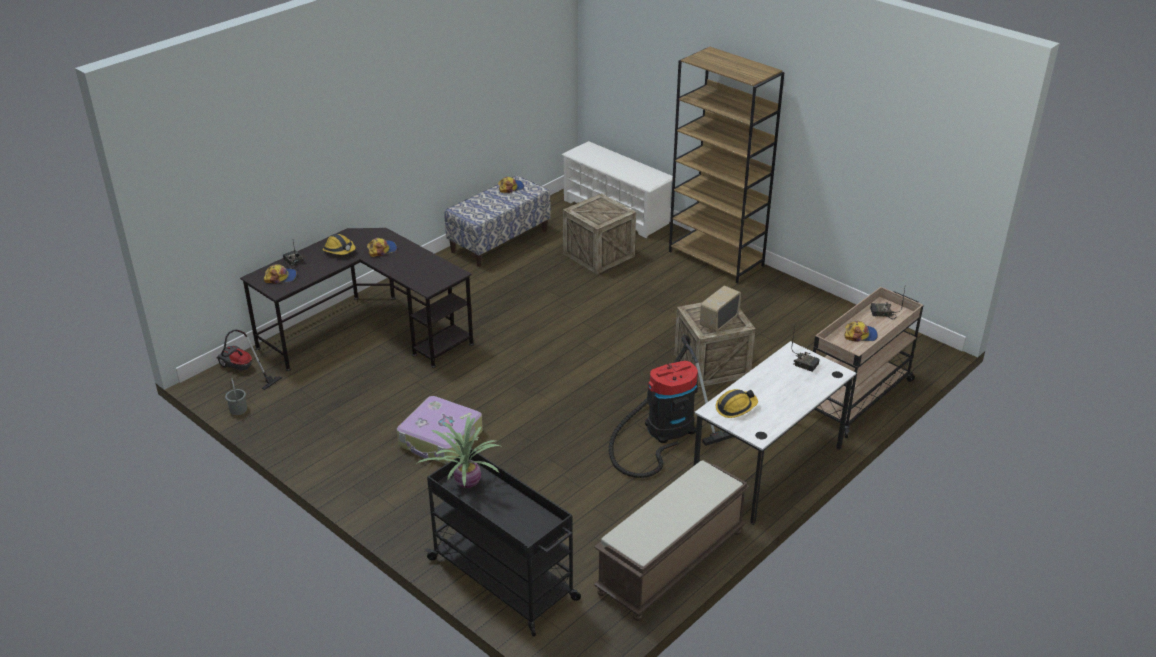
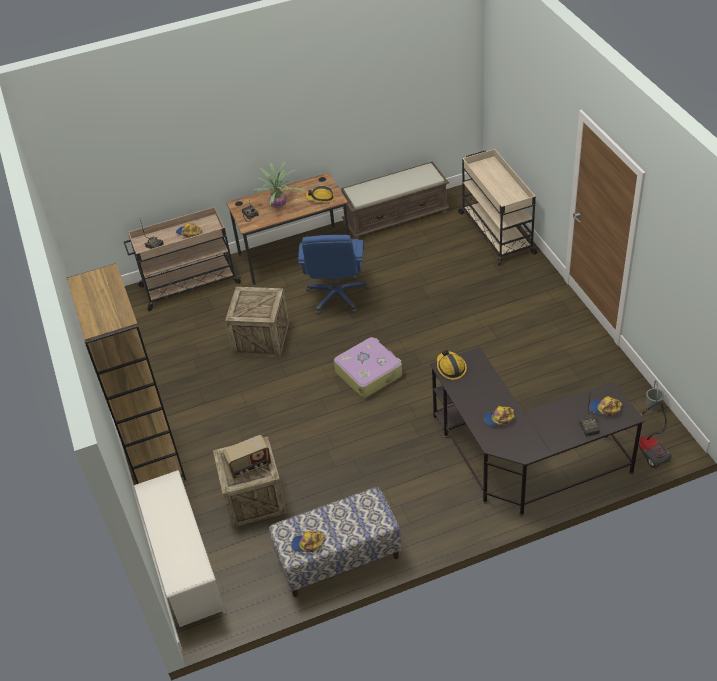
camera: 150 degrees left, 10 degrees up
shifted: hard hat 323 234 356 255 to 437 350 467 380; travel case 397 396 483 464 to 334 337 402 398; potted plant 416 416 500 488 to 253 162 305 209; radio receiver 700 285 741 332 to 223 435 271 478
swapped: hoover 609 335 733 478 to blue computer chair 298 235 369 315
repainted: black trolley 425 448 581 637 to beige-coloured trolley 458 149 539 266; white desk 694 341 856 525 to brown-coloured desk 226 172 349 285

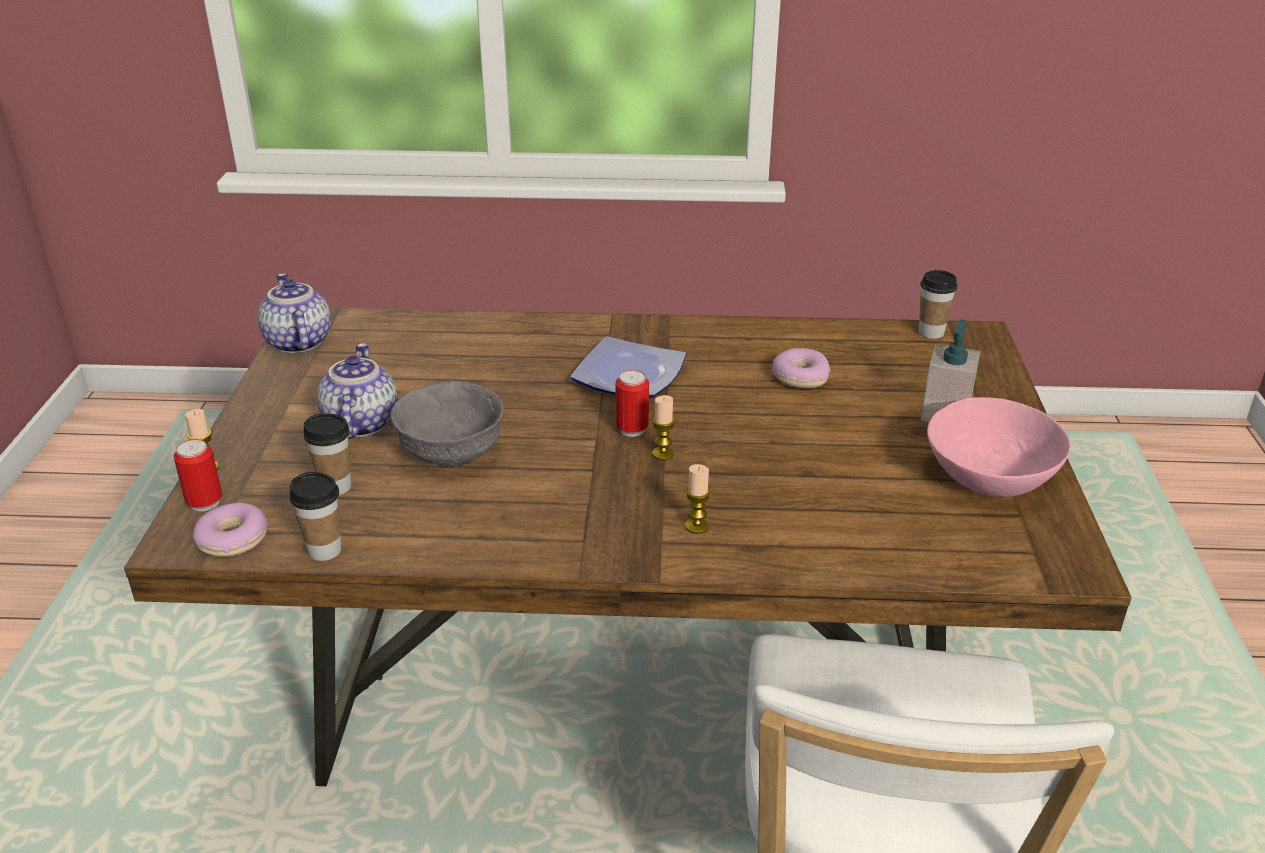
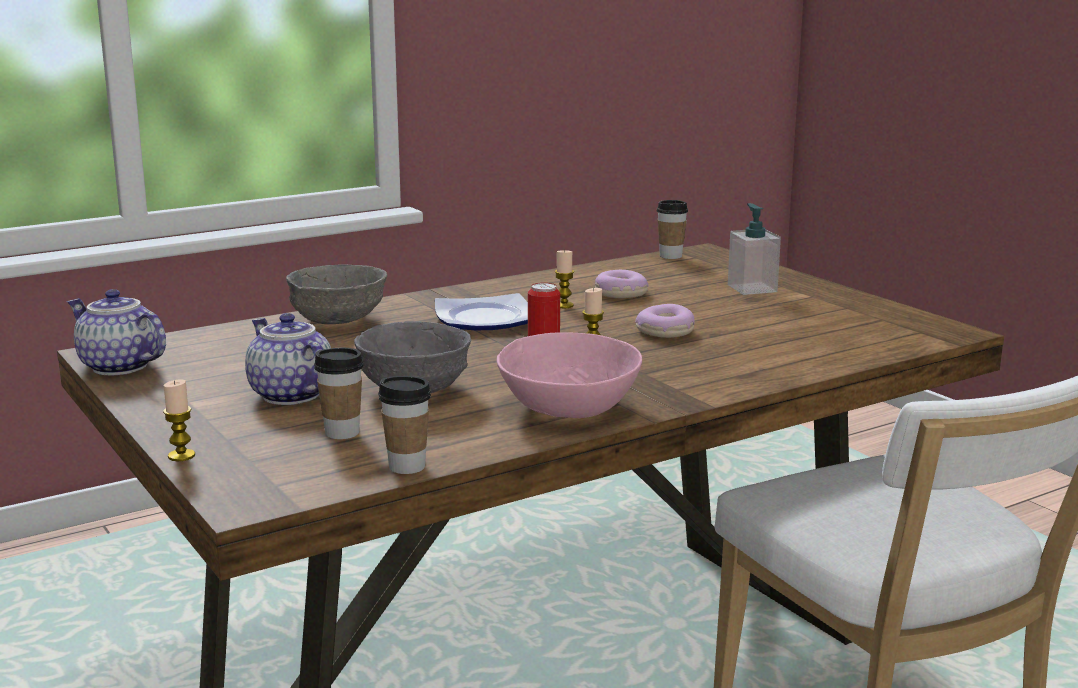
camera: 35 degrees left, 15 degrees down
gone: can 174 439 222 511
new: gray bowl 286 264 387 324
shifted: donut 193 503 267 557 to 635 304 695 338; wax candle 685 464 711 534 to 555 250 574 308; pink-coloured bowl 927 397 1071 497 to 496 332 642 418

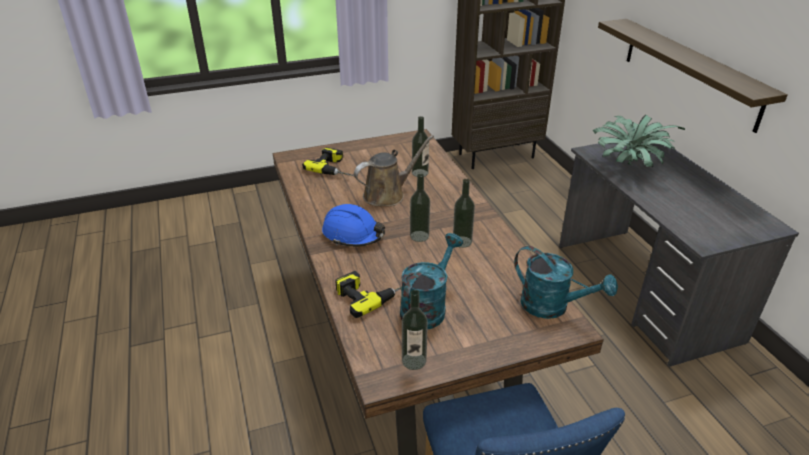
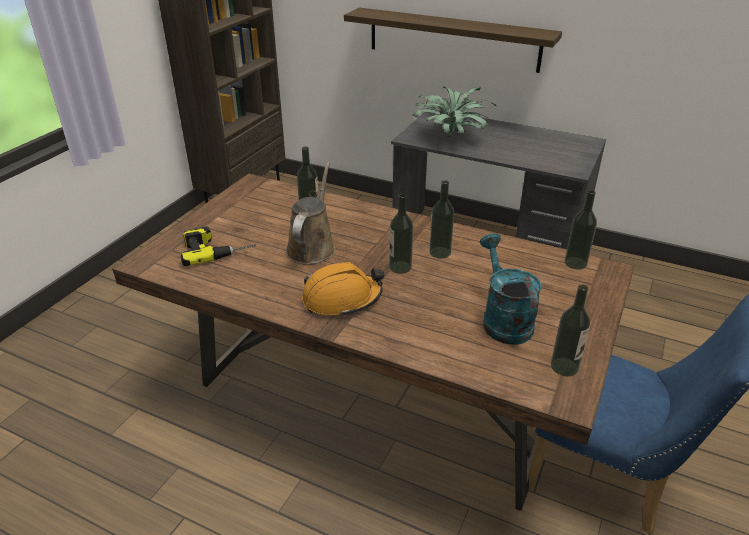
camera: 45 degrees left, 0 degrees up
gone: drill 335 271 402 318
swapped: turquoise watering pot 514 246 618 319 to beverage bottle 565 190 597 270
repainted: blue hard hat 322 204 385 247 to orange-coloured hard hat 302 262 384 317

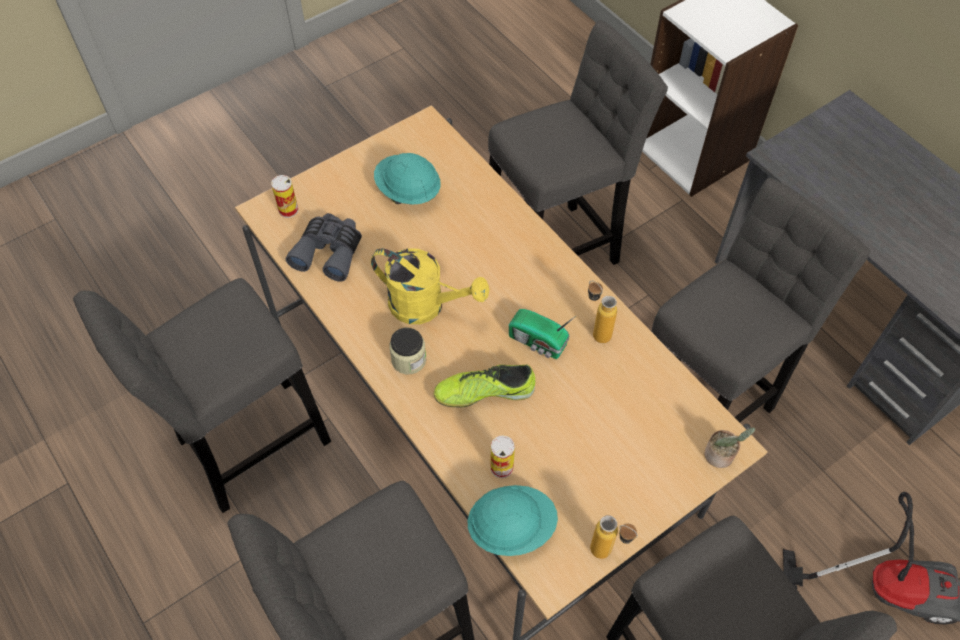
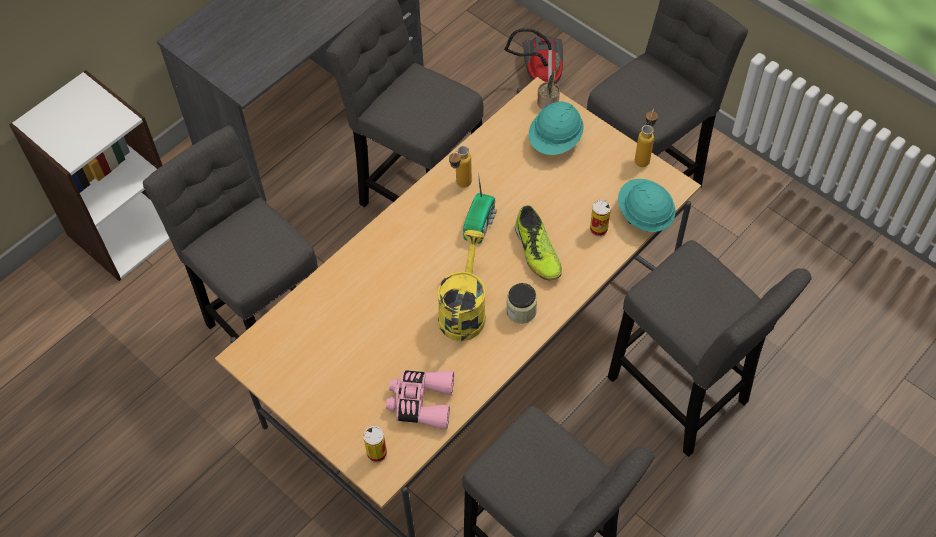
camera: 100 degrees left, 0 degrees up
shifted: turquoise hard hat 374 153 441 204 to 529 101 584 155
repainted: gray field glasses 286 213 362 282 to pink-coloured field glasses 386 370 454 429

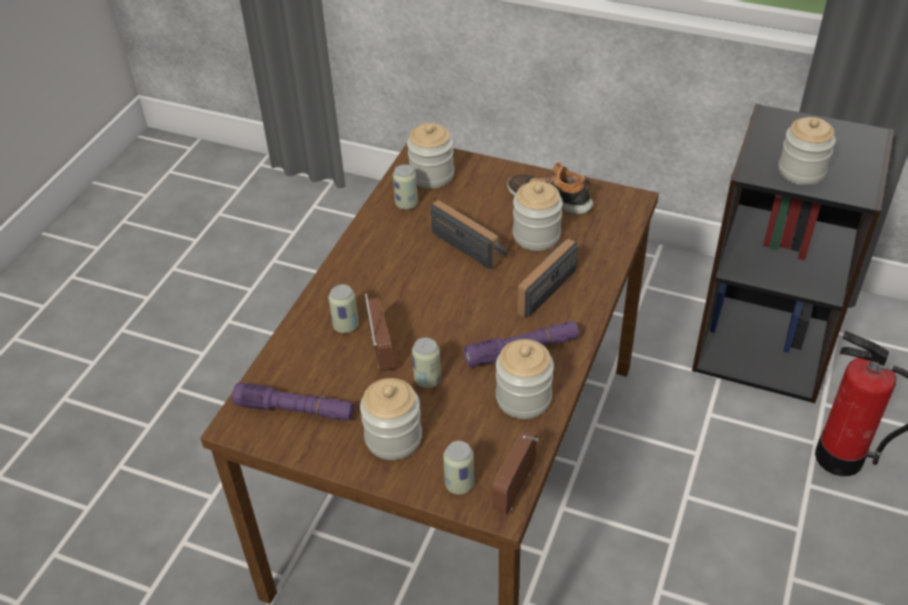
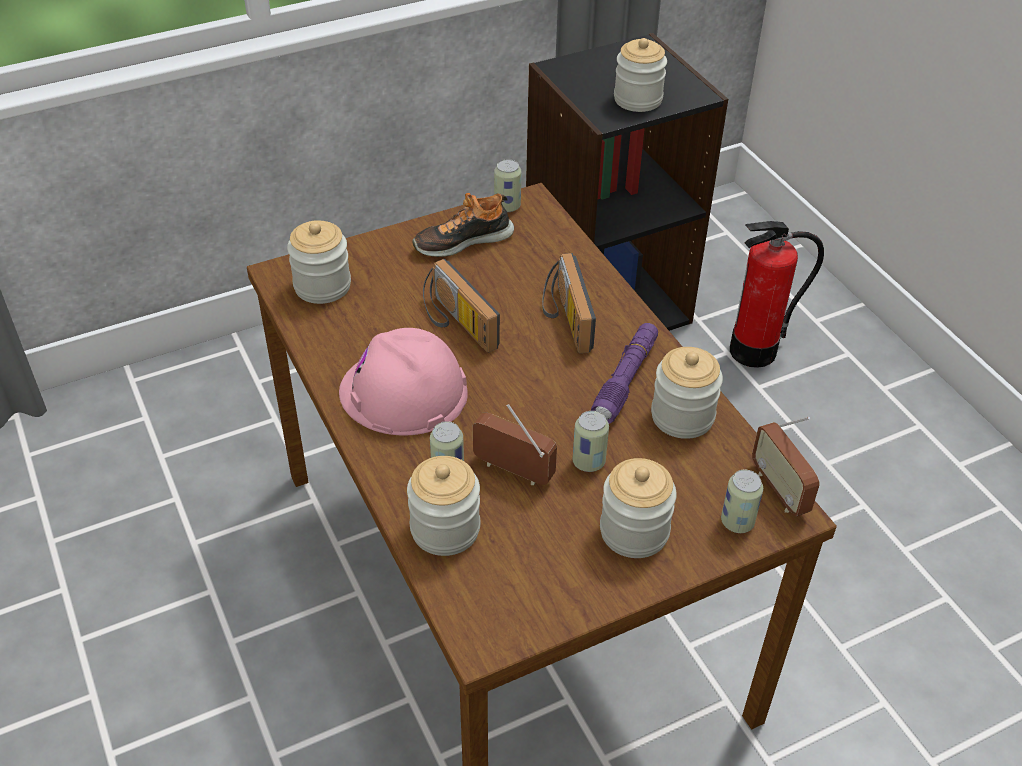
camera: 50 degrees left, 0 degrees up
gone: purple-coloured flashlight 232 383 354 421
new: pink-coloured hard hat 339 328 468 436
shifted: can 393 164 418 210 to 494 159 521 212; preserve jar 513 181 563 251 to 407 456 480 556
rotated: radio receiver 431 200 507 269 = 423 259 500 353 120 degrees counterclockwise

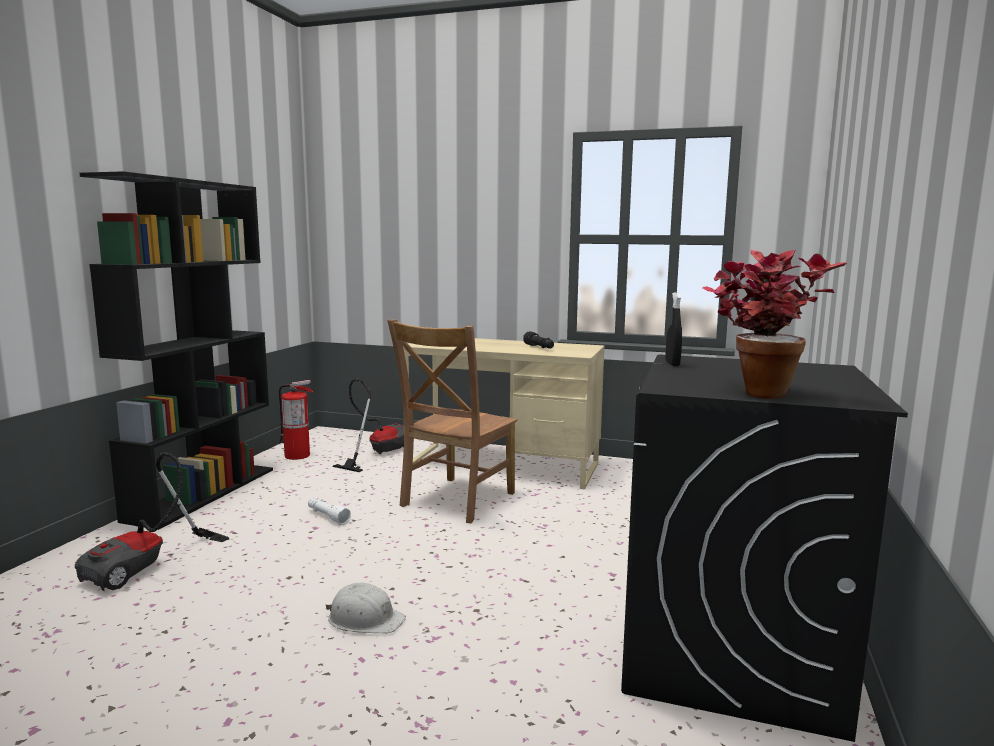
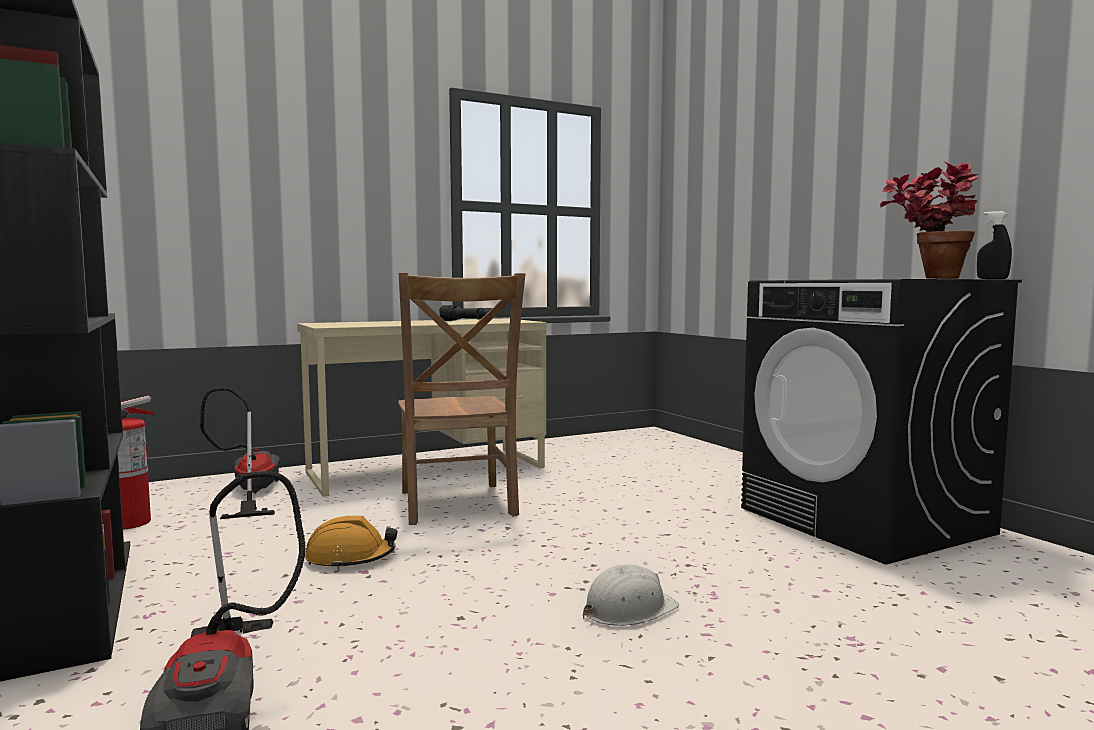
camera: 45 degrees left, 5 degrees down
shifted: black hand sprayer 665 293 682 366 to 977 211 1012 279
swapped: white flashlight 308 498 351 525 to orange-coloured hard hat 305 516 398 570

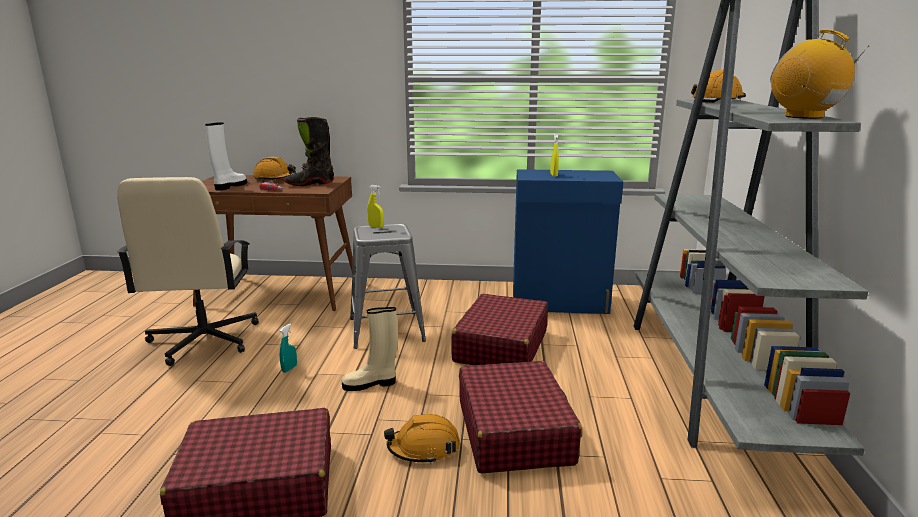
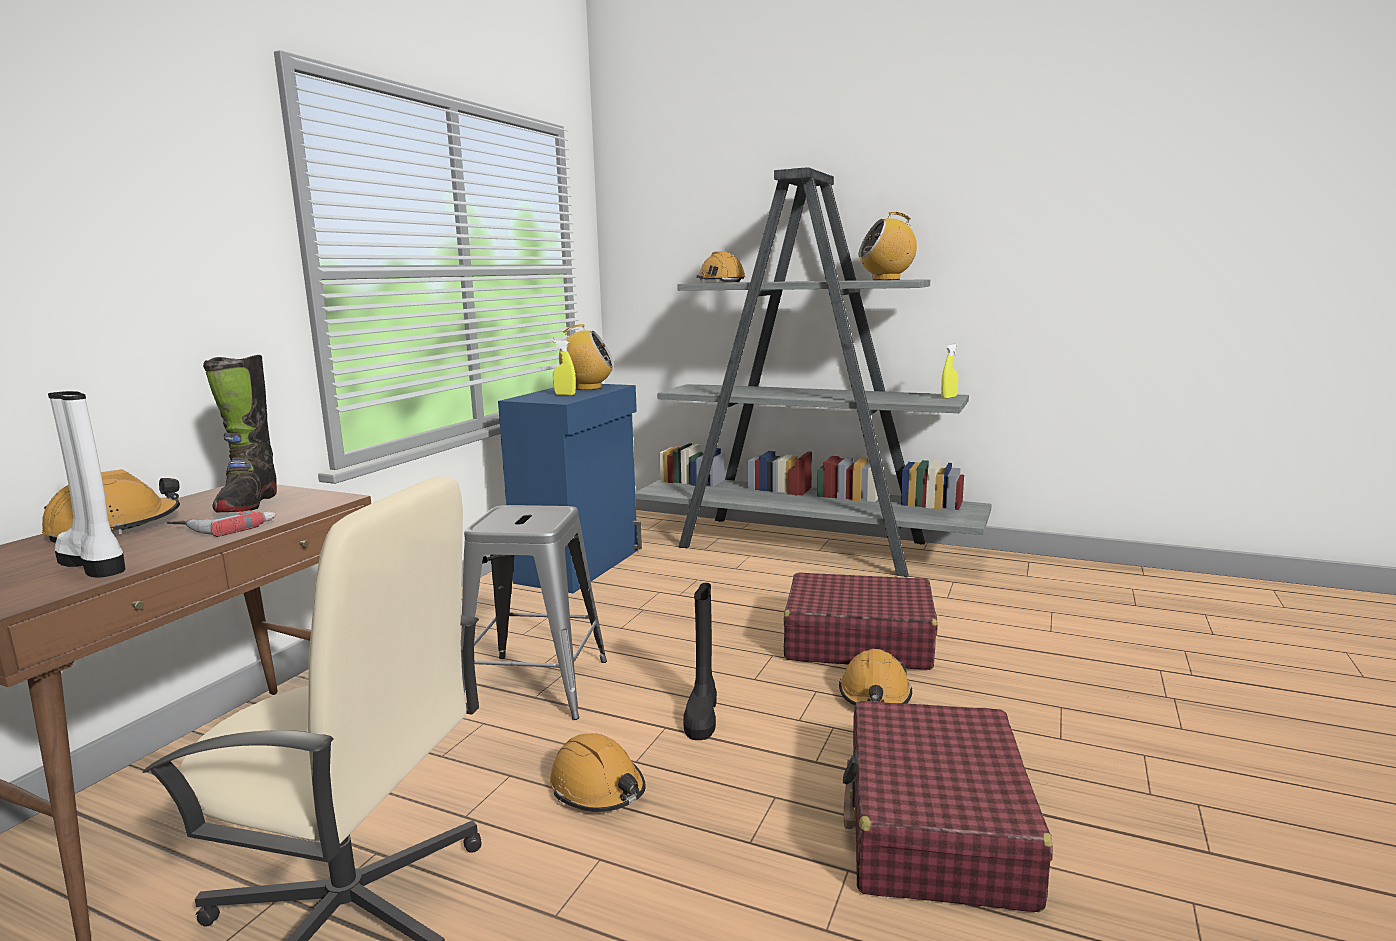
camera: 70 degrees left, 5 degrees down
gone: red-coloured travel case 451 294 548 365
new: radio receiver 559 324 614 390
shifted: yellow-coloured hand sprayer 367 185 384 228 to 941 344 958 399
swapped: turquoise hand sprayer 280 323 297 373 to orange-coloured hard hat 550 733 646 812
repainted: beige-coloured tall boot 342 307 398 391 to black tall boot 683 583 717 740

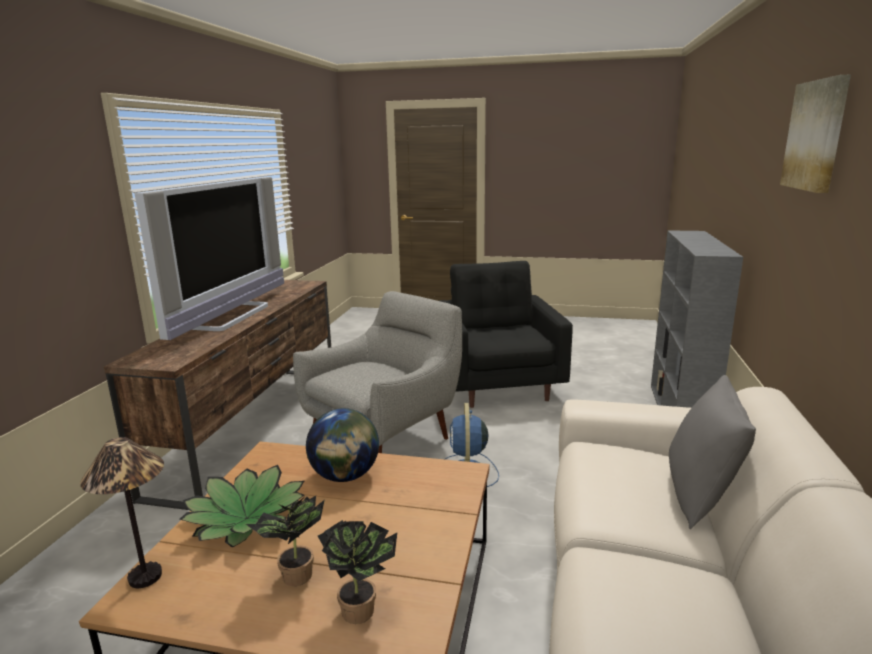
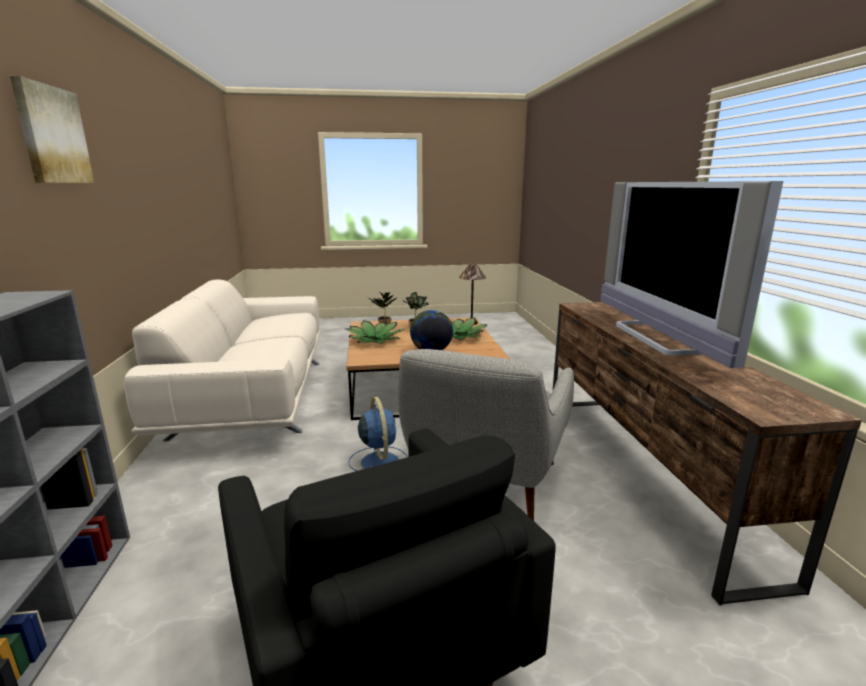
camera: 160 degrees right, 0 degrees up
gone: gray throw pillow 669 375 756 529
new: potted plant 345 320 405 344

